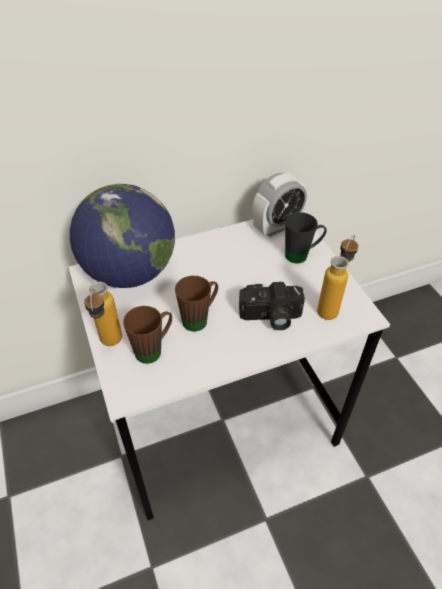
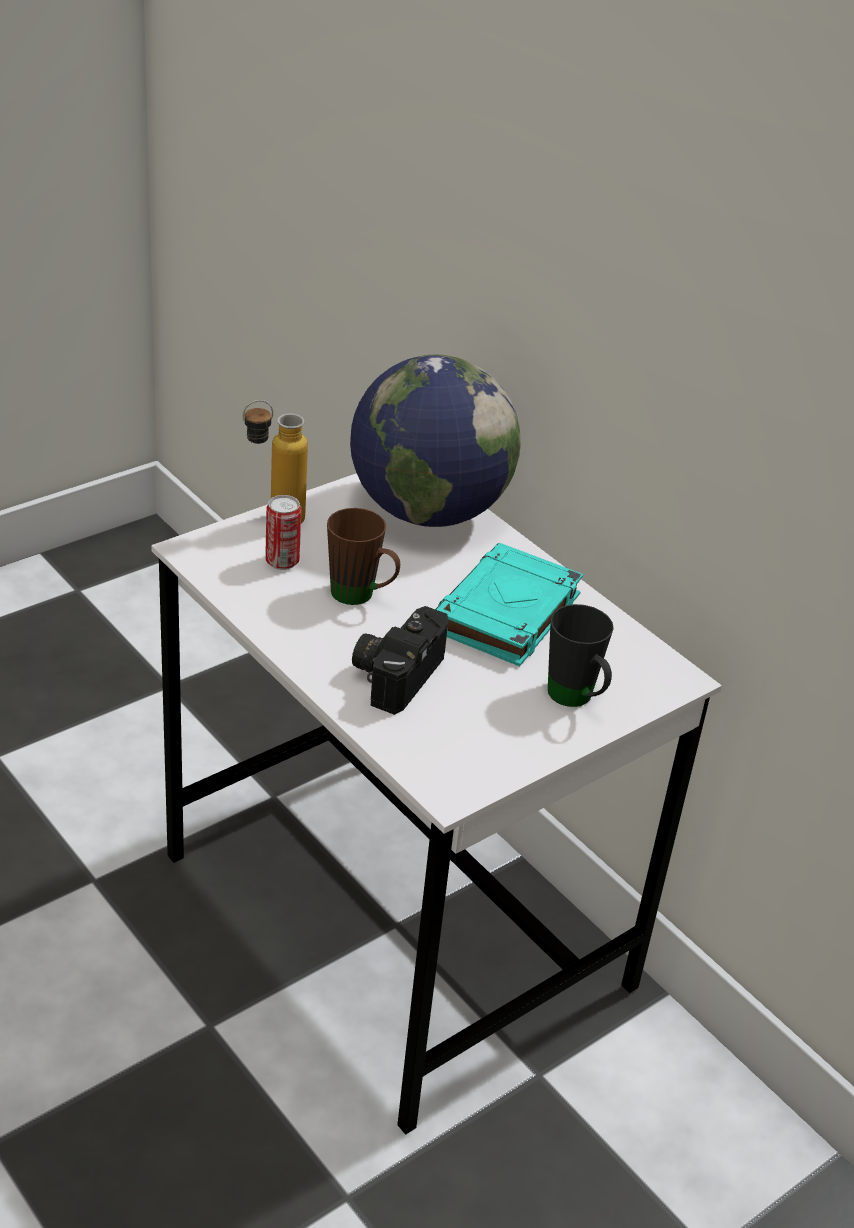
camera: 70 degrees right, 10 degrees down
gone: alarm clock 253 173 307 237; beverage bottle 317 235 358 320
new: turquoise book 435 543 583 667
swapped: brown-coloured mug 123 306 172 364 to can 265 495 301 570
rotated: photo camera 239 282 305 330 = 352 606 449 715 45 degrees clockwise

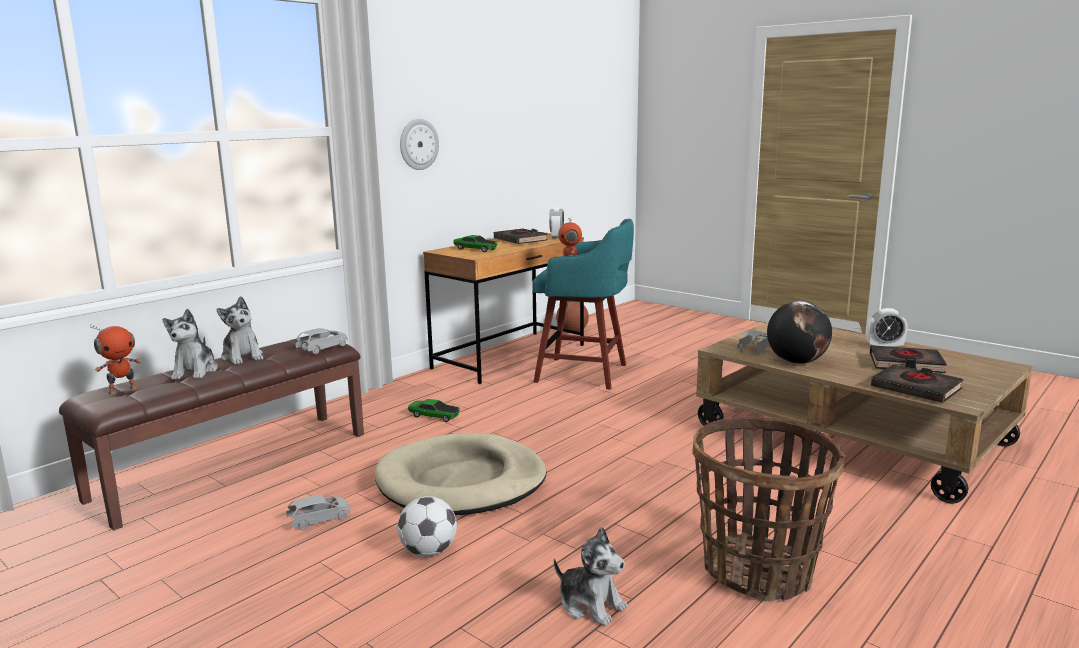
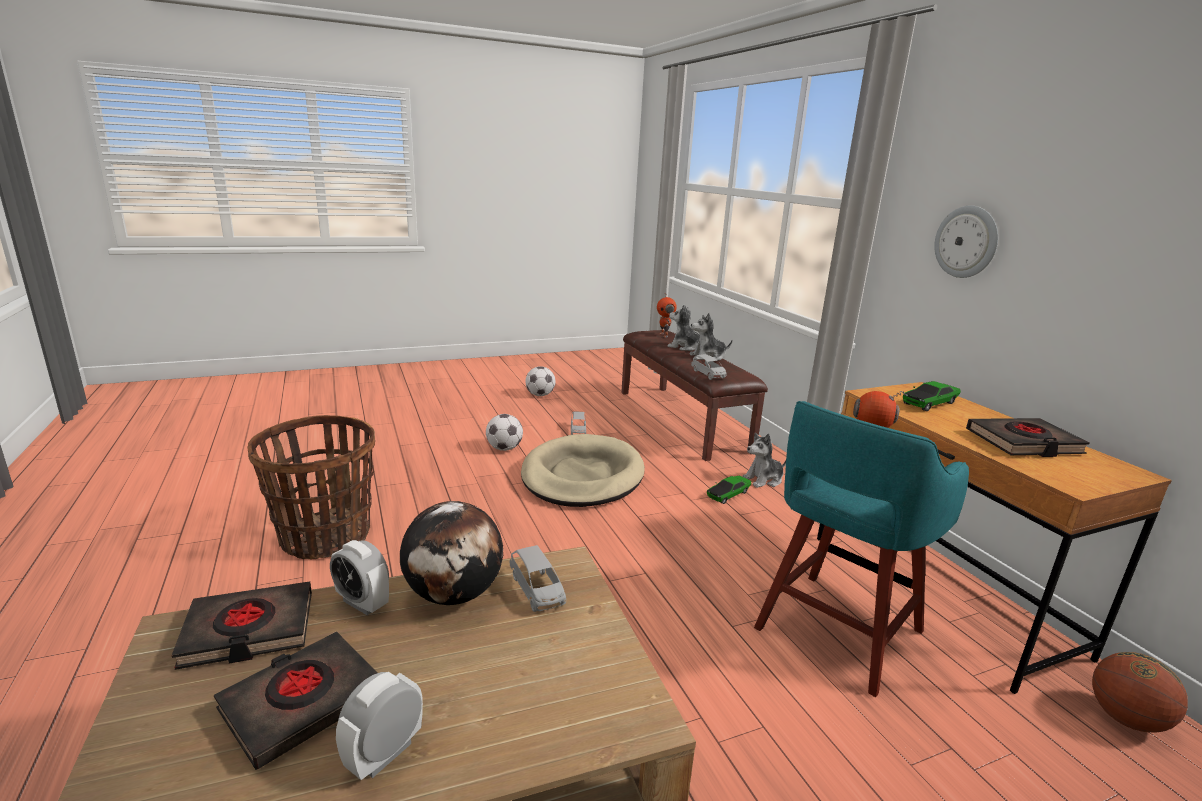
camera: 115 degrees right, 5 degrees up
new: football ball 526 366 555 396
shifted: alarm clock 549 207 564 239 to 330 540 389 615; cuddly toy 554 527 627 626 to 742 433 786 488

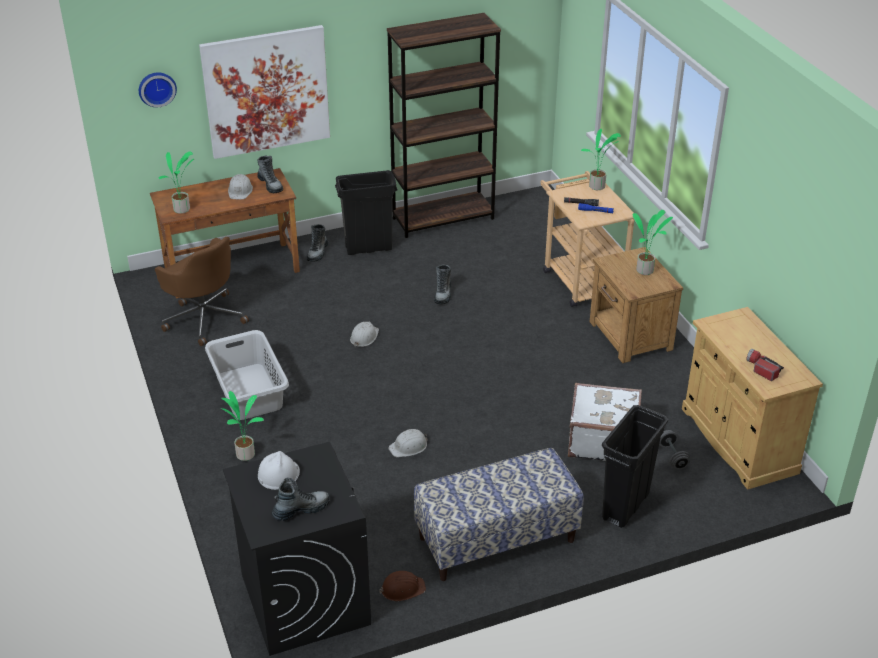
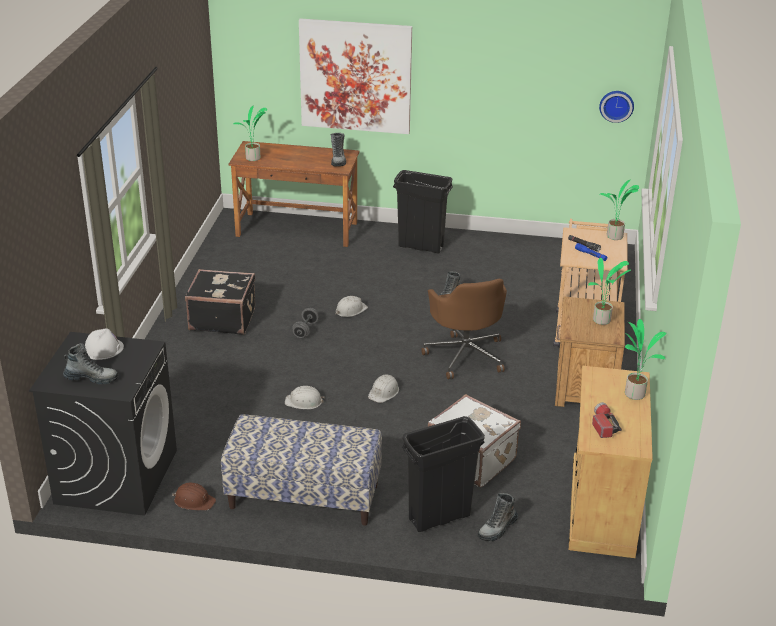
camera: 30 degrees right, 5 degrees down
gone: brown-coloured bookshelf 387 13 501 238
shifted: wall clock 139 72 177 107 to 599 91 634 123; brown-coloured computer chair 155 237 249 346 to 421 279 507 379; potted plant 221 391 264 461 to 624 319 667 400; white hard hat 228 174 253 199 to 368 375 399 403; tall boot 307 224 328 262 to 477 493 518 541; gray hand weight 659 430 690 470 to 292 308 319 338
swapped: gray hamper 205 330 289 420 to black travel case 185 269 255 335

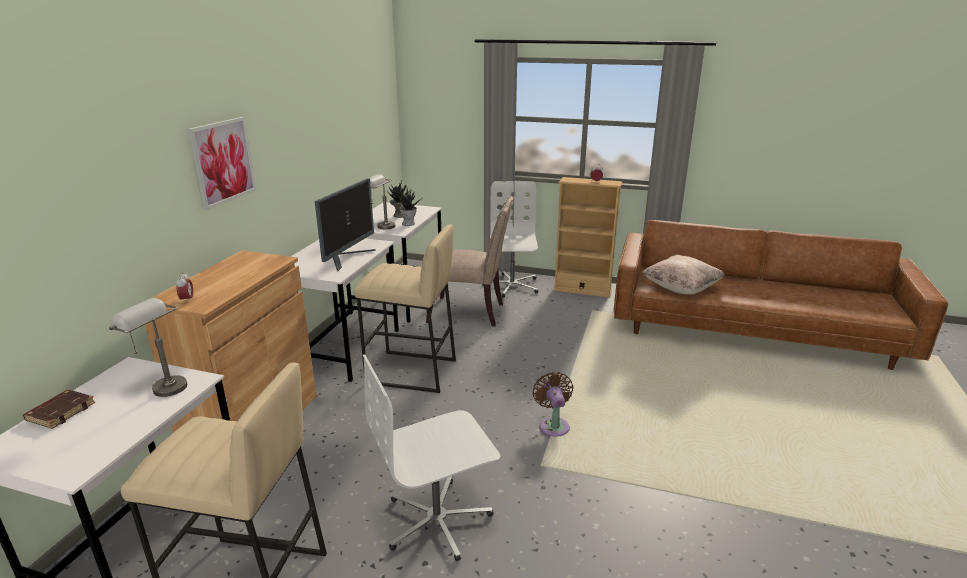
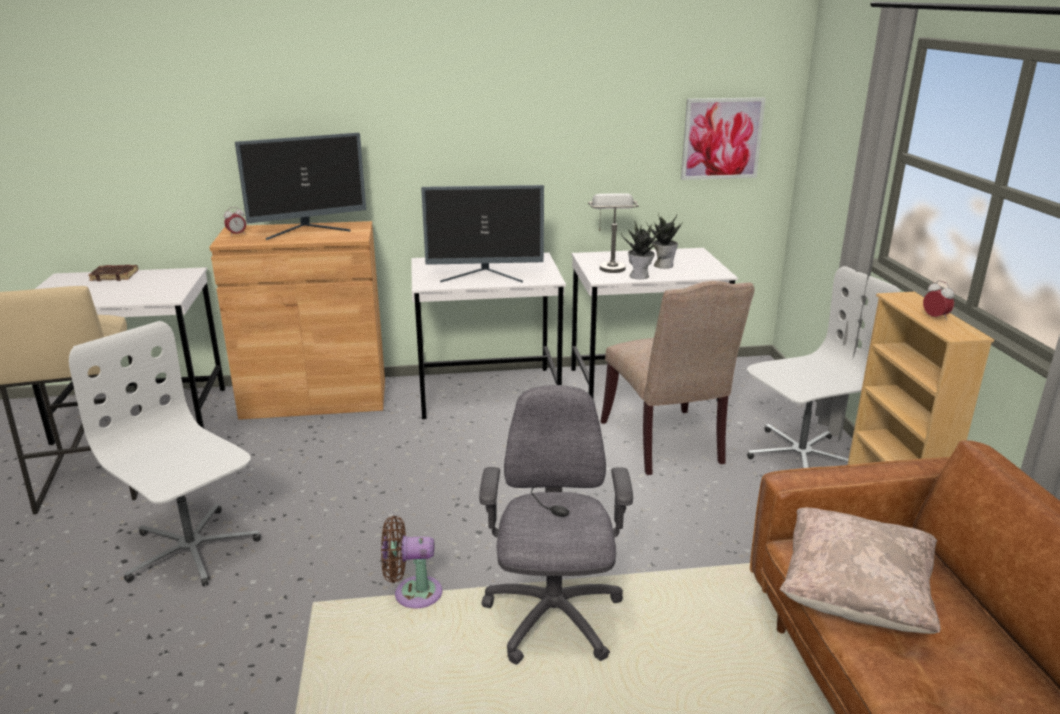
camera: 65 degrees right, 0 degrees up
gone: gray lamp for a table 109 298 187 397; beige-coloured stool seat 354 224 456 393
new: monitor 235 133 366 240; gray computer chair 479 385 633 665
shifted: wall art 188 117 256 210 to 681 97 766 180
rotated: brown-coloured electric fan 533 372 573 437 = 381 516 443 609 150 degrees counterclockwise

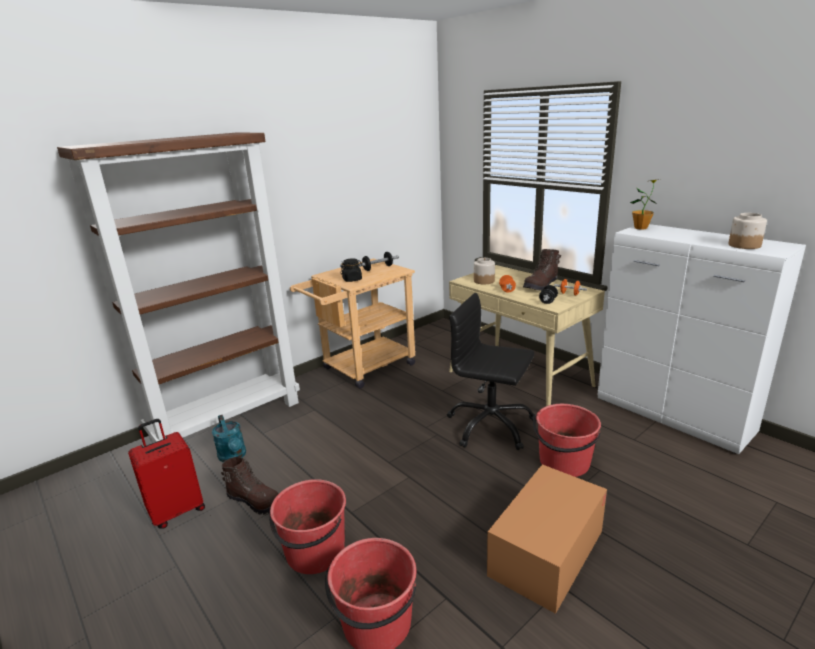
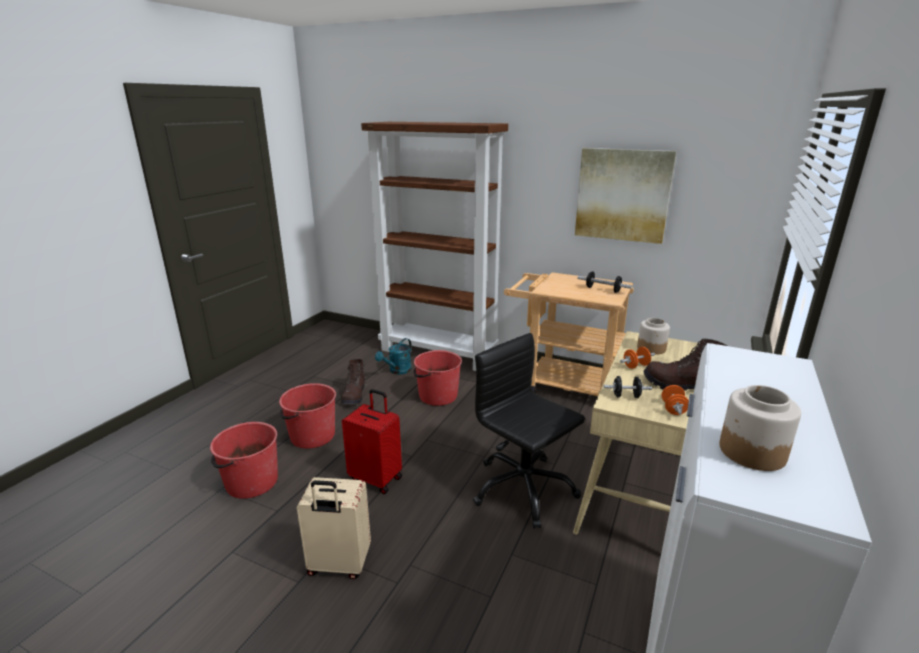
camera: 65 degrees right, 0 degrees up
gone: black preserve jar 340 259 363 282; potted plant 630 179 659 230
new: wall art 575 148 676 244
shifted: red-coloured travel case 128 419 205 529 to 342 389 402 494; red-coloured pail 533 404 601 477 to 413 350 462 406
swapped: carton 487 464 607 614 to beige-coloured travel case 297 477 371 579
rotated: black computer chair 447 293 535 450 = 473 333 585 529 45 degrees counterclockwise

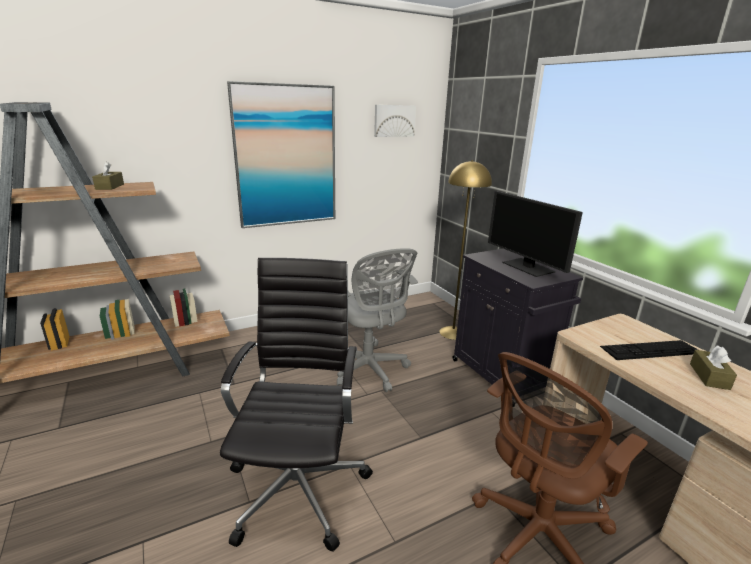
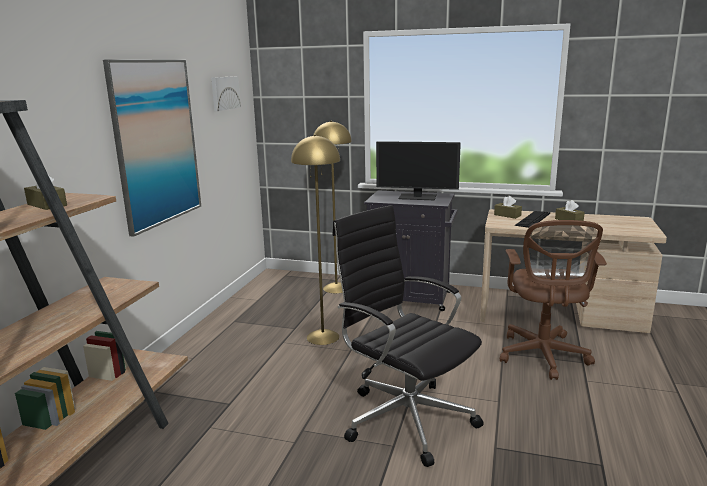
camera: 45 degrees left, 5 degrees down
new: brown-coloured tissue holder 494 196 522 219
swapped: gray computer chair 337 248 418 392 to yellow-coloured floor lamp 291 135 340 345

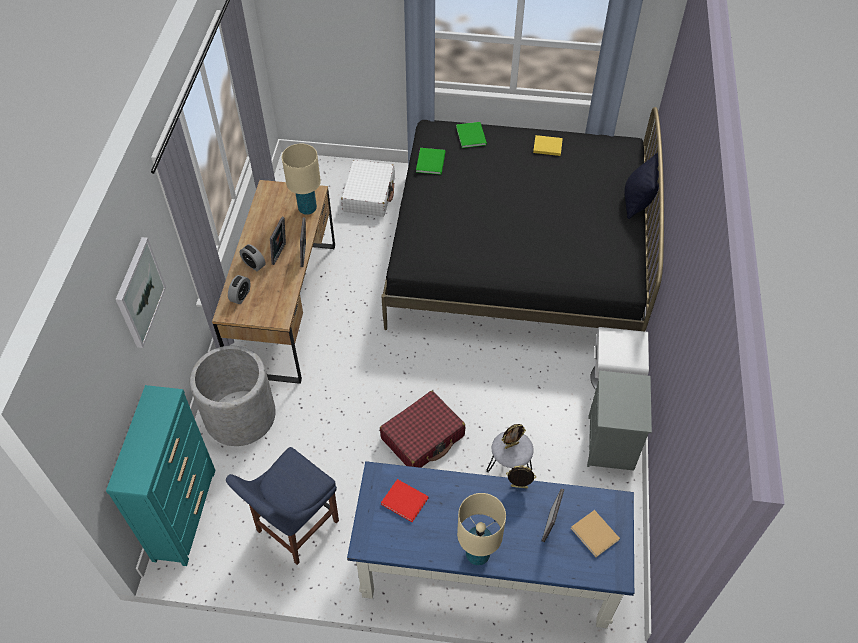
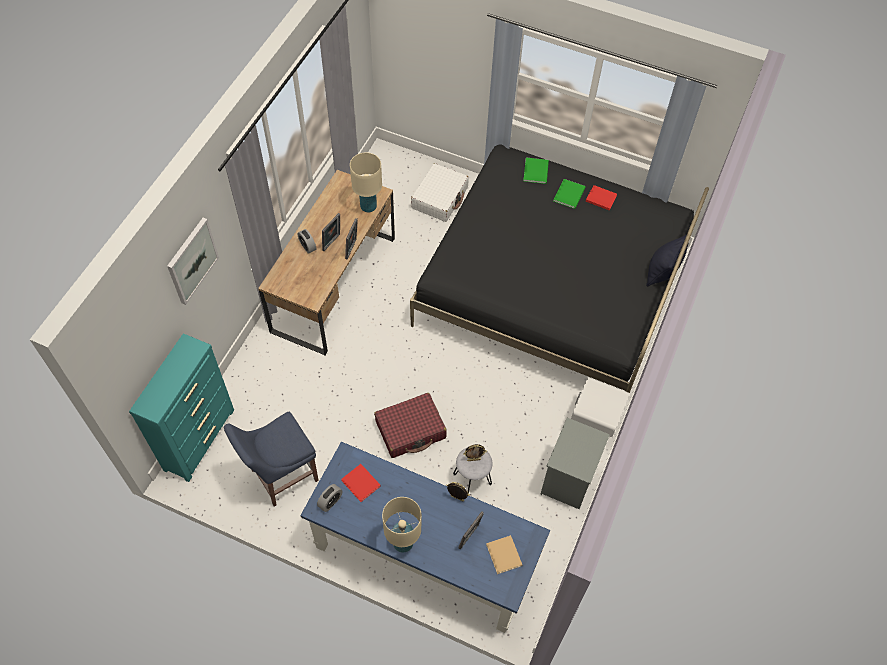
camera: 15 degrees right, 5 degrees up
gone: gray flower pot 190 346 276 446
shifted: alarm clock 228 275 251 304 to 317 484 343 512; greenish book 416 148 446 175 to 554 179 586 209
repainted: yellow-coloured book 533 135 563 156 to red-coloured book 586 185 617 210

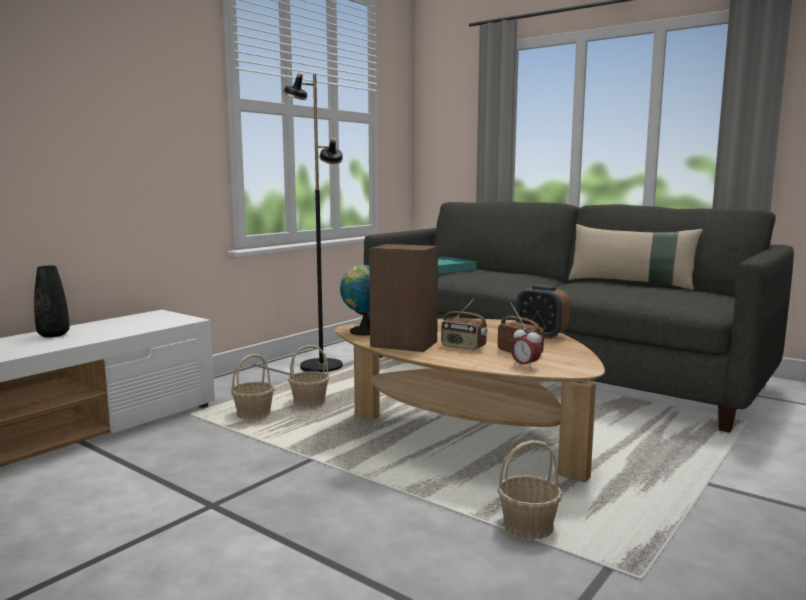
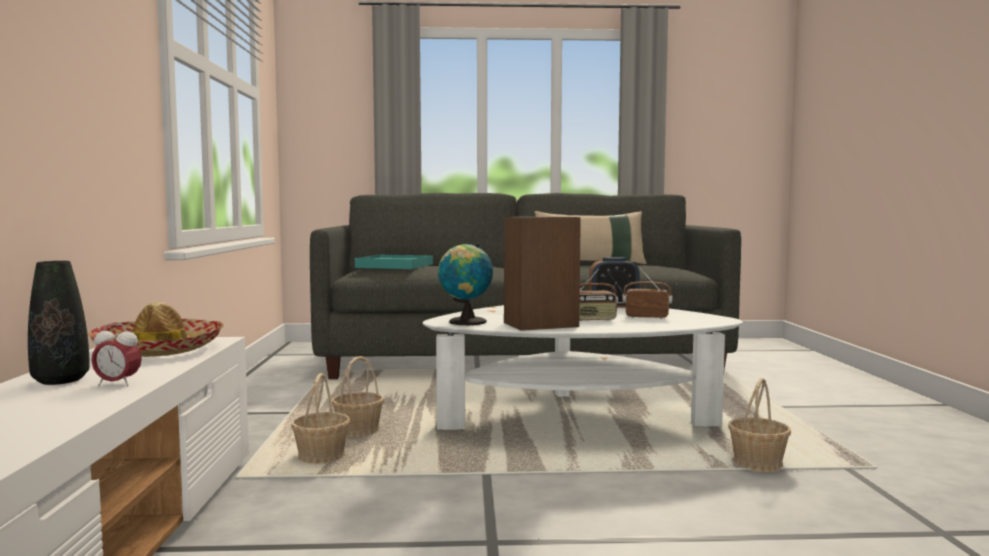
camera: 40 degrees left, 5 degrees down
gone: black floor lamp 283 73 343 372
new: hat 88 302 224 357
shifted: alarm clock 511 326 542 370 to 91 324 142 386
repainted: brown-coloured lounge table 335 319 605 482 to white lounge table 423 305 743 430

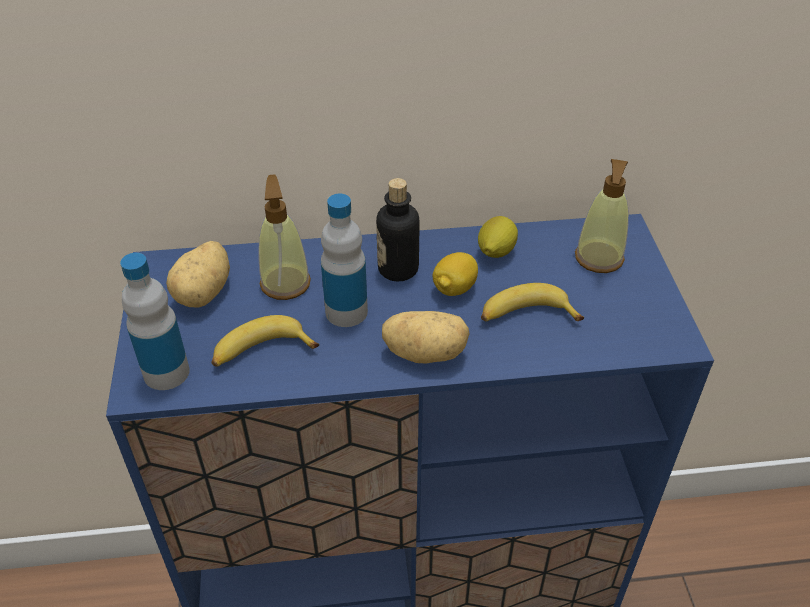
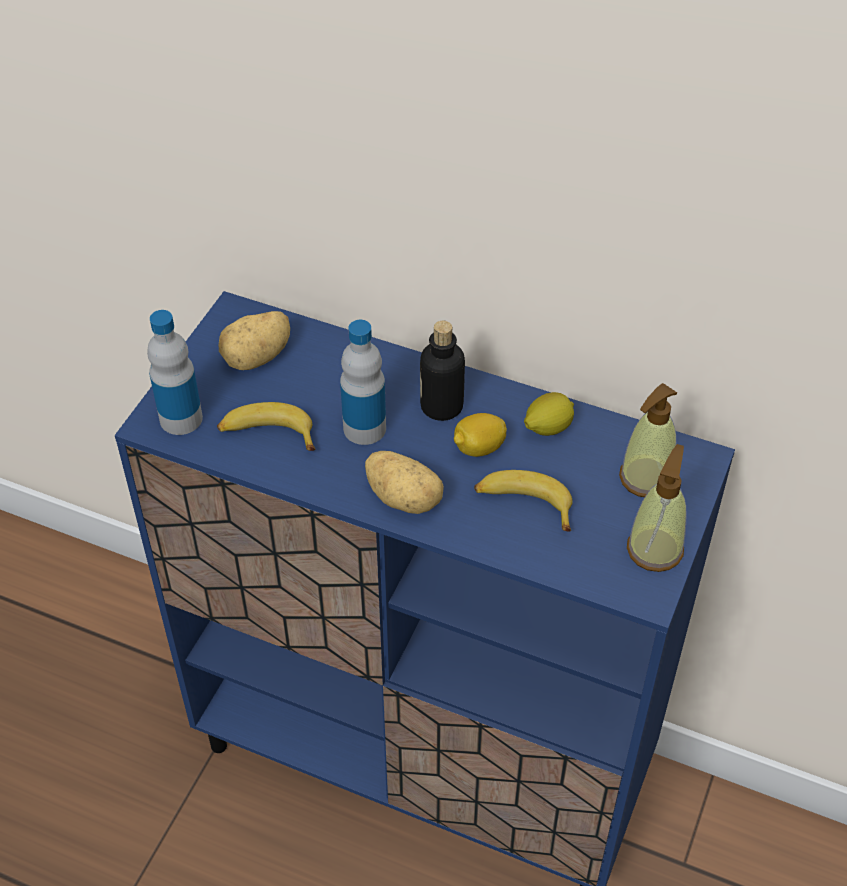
camera: 30 degrees right, 5 degrees up
shifted: soap dispenser 259 174 311 300 to 627 444 686 572

